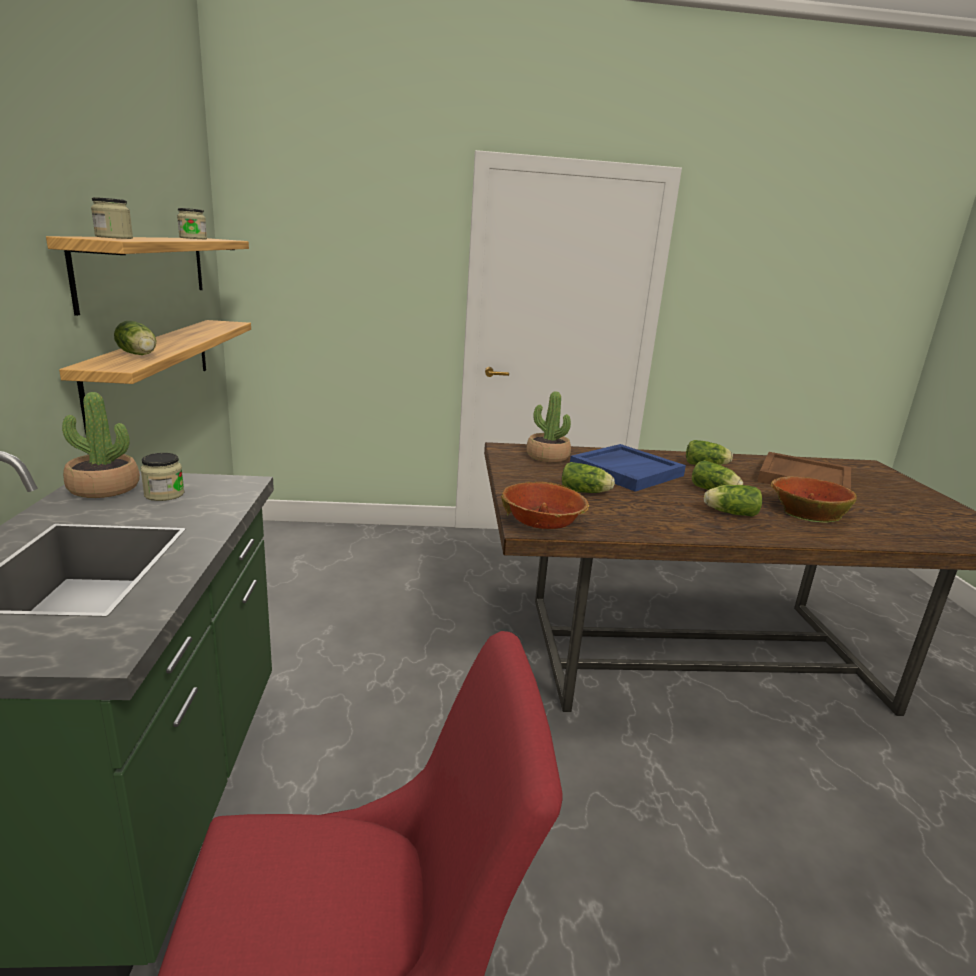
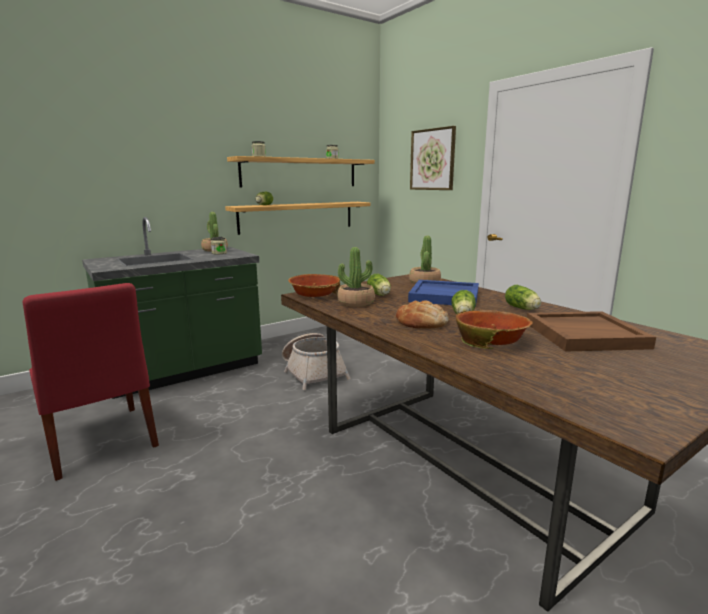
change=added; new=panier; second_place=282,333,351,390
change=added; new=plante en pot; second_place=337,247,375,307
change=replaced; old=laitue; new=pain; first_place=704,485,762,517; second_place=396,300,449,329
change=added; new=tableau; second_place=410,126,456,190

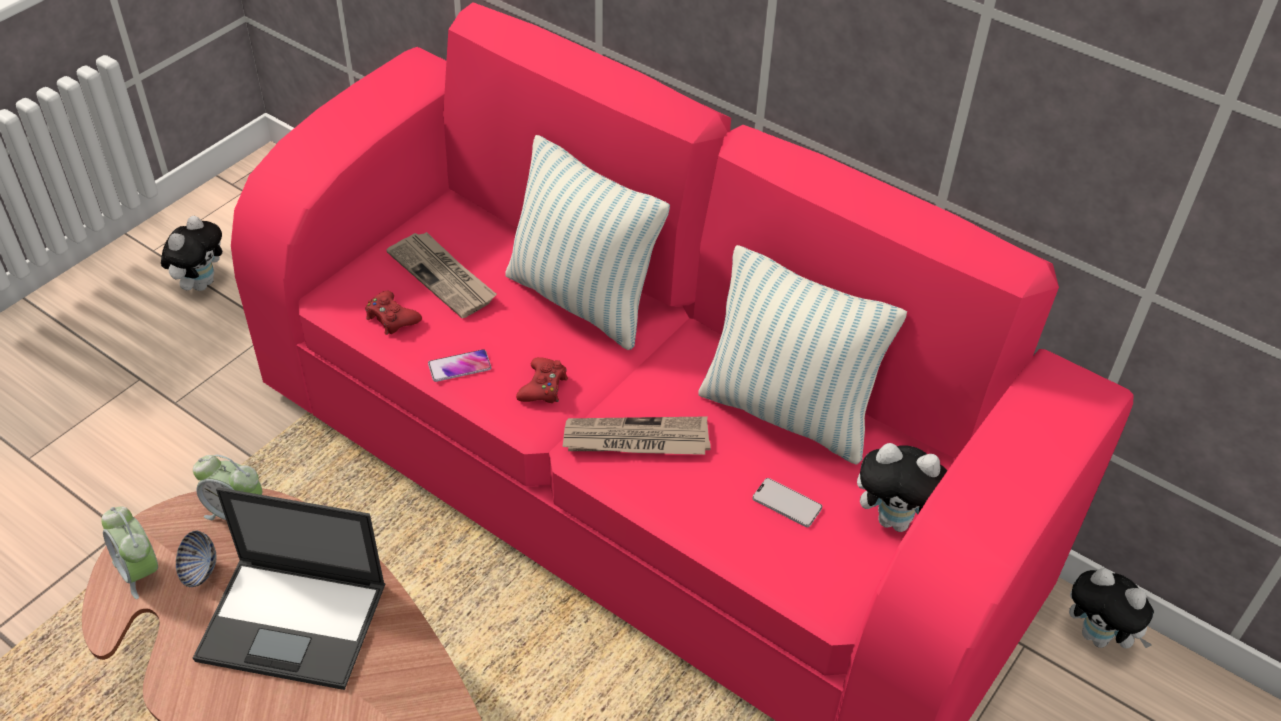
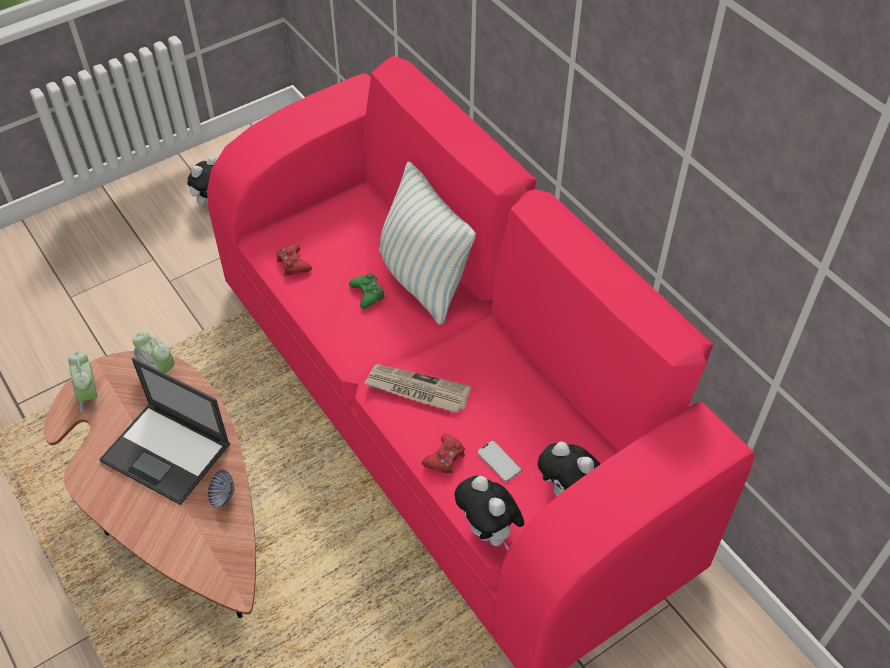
change=moved; old=bol; first_place=176,531,216,587; second_place=208,469,235,508
change=added; new=manette [vert]; second_place=349,273,385,309
change=moved; old=manette [rouge]; first_place=516,357,568,403; second_place=422,434,465,474
change=moved; old=peluche; first_place=1069,568,1154,649; second_place=455,476,525,550
change=removed; old=journal; first_place=386,232,497,318
change=removed; old=téléphone; first_place=428,349,491,382
change=removed; old=coussin; first_place=698,245,907,465

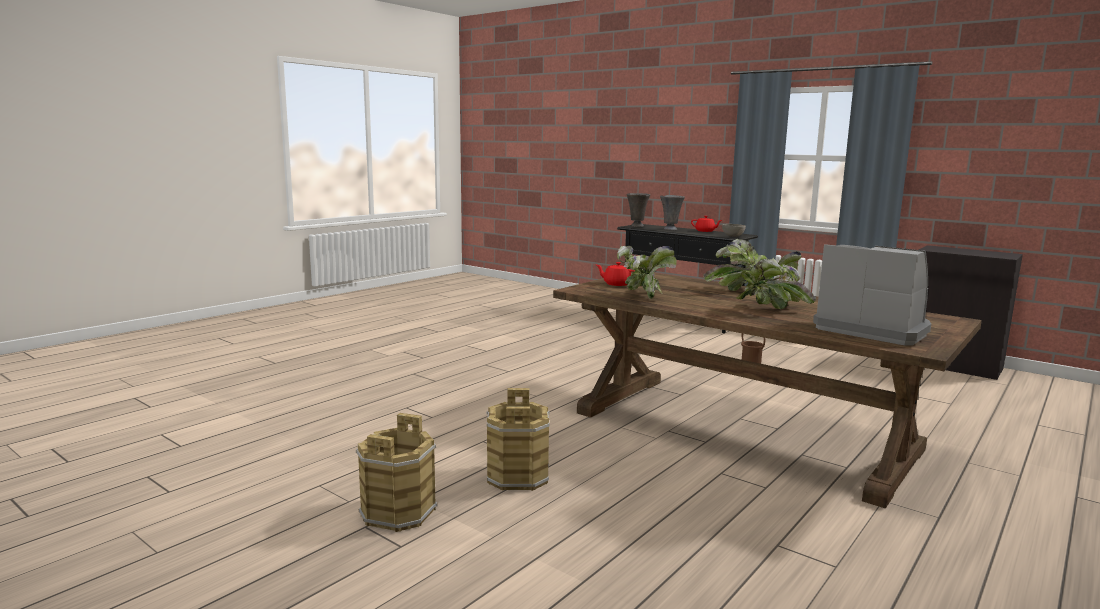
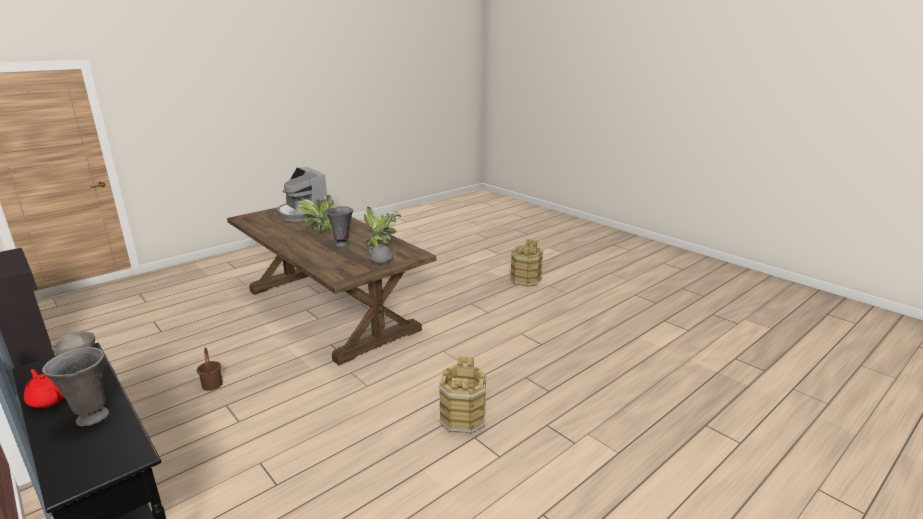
change=moved; old=vase [gris]; first_place=627,193,650,227; second_place=326,206,353,247
change=recoloured; old=théière [rouge]; new=théière [gris]; first_place=596,262,635,286; second_place=368,245,395,264
change=moved; old=seau [marron]; first_place=486,388,550,491; second_place=438,356,486,434
change=removed; old=plante en pot; first_place=703,239,767,291

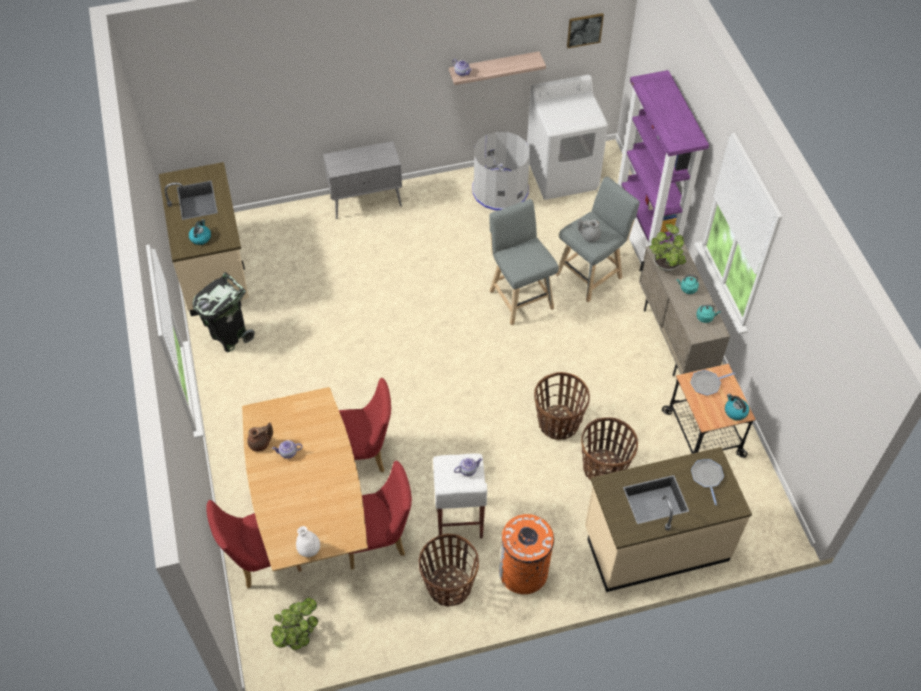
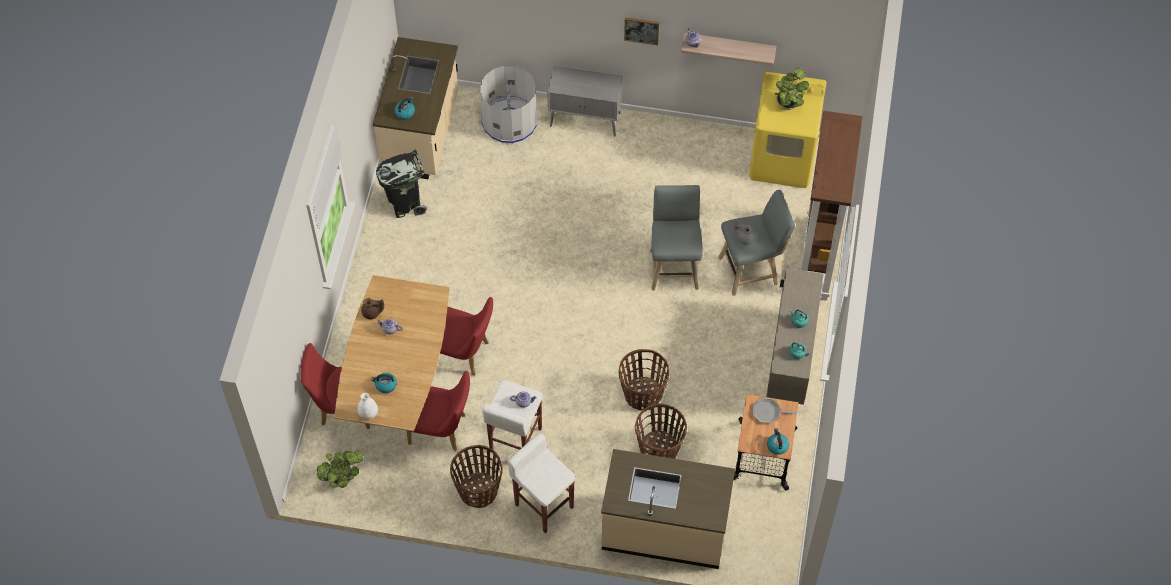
change=added; new=bouilloire; second_place=371,373,397,393
change=moved; old=poubelle [gris]; first_place=472,132,530,211; second_place=480,66,538,143
change=replaced; old=poubelle [orange]; new=tabouret [blanc]; first_place=499,514,554,594; second_place=507,433,576,533
change=moved; old=tableau; first_place=567,13,604,48; second_place=624,17,659,45
change=recoloured; old=lave-linge [blanc]; new=lave-linge [jaune]; first_place=527,75,608,200; second_place=749,72,827,188
change=moved; old=plante en pot; first_place=649,224,686,271; second_place=775,67,809,110
change=recoloured; old=bibliothèque [violet]; new=bibliothèque [marron]; first_place=618,70,709,264; second_place=800,111,863,301
change=removed; old=poêle; first_place=691,459,724,505

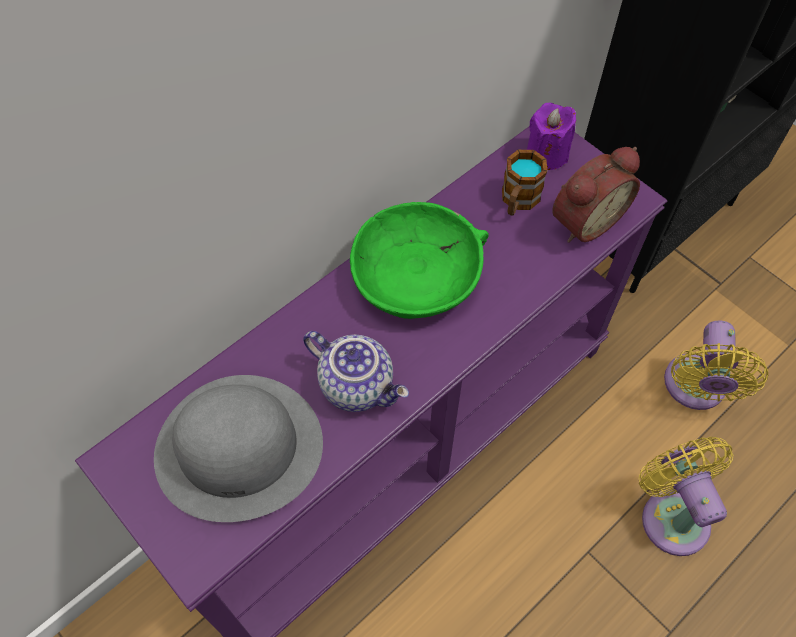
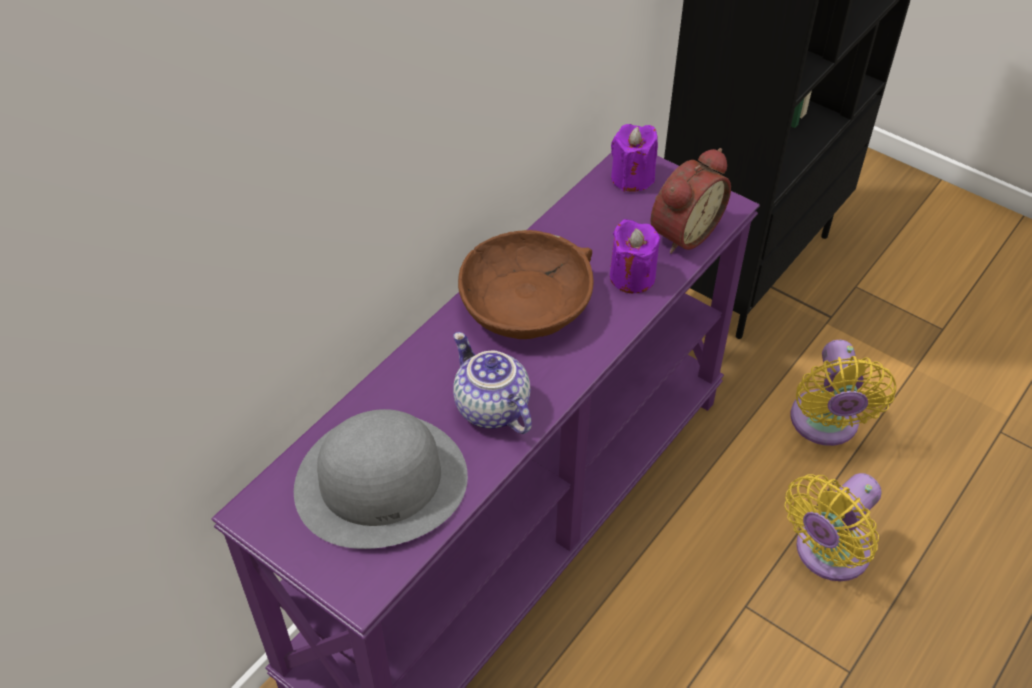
change=turned; old=théière; first_place=303,331,409,412; second_place=453,332,532,434; degrees=-150
change=recoloured; old=bol [vert]; new=bol [marron]; first_place=350,202,489,319; second_place=458,230,594,339
change=added; new=bougie [violet]; second_place=610,219,660,293
change=turned; old=ventilateur [jaune]; first_place=639,437,733,556; second_place=785,473,882,581; degrees=-105
change=removed; old=mug; first_place=502,150,547,216

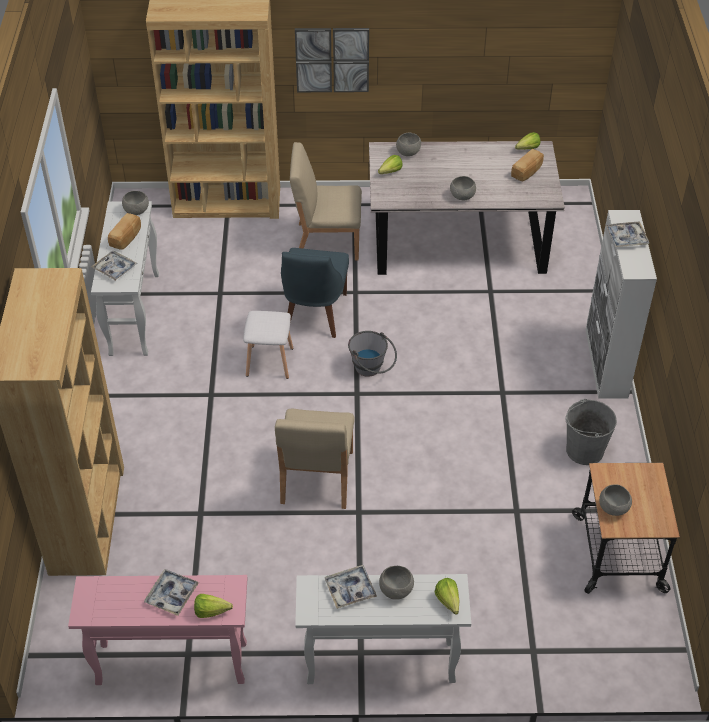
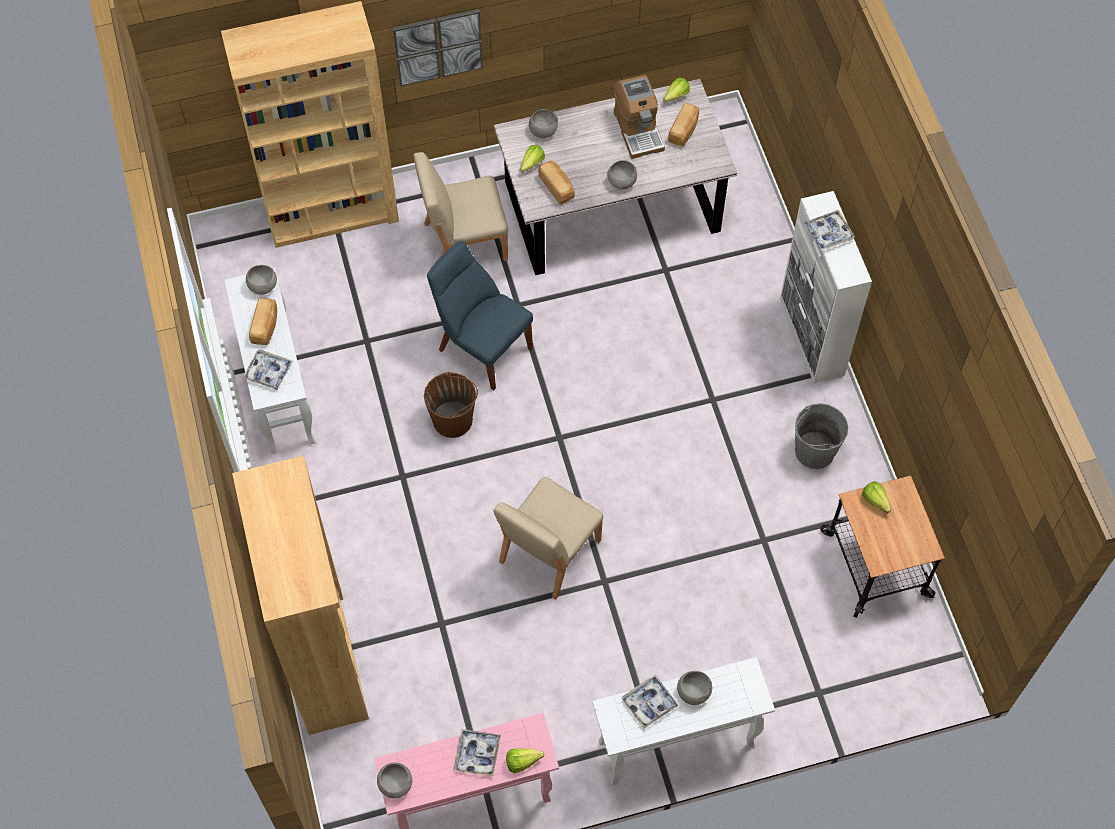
change=moved; old=bol [gris]; first_place=599,484,632,516; second_place=377,762,412,798
change=replaced; old=tabouret [blanc]; new=seau [marron]; first_place=243,311,293,379; second_place=424,372,478,438
change=turned; old=chaise [bleu]; first_place=281,248,349,338; second_place=427,241,533,390; degrees=135
change=turned; old=chaise [beige]; first_place=275,409,355,509; second_place=493,477,604,600; degrees=45
change=added; new=pain; second_place=538,160,575,205
change=added; new=machine à café; second_place=614,75,665,159
change=moved; old=laitue; first_place=435,578,460,615; second_place=862,481,891,514
change=removed; old=seau [gris]; first_place=348,331,397,377

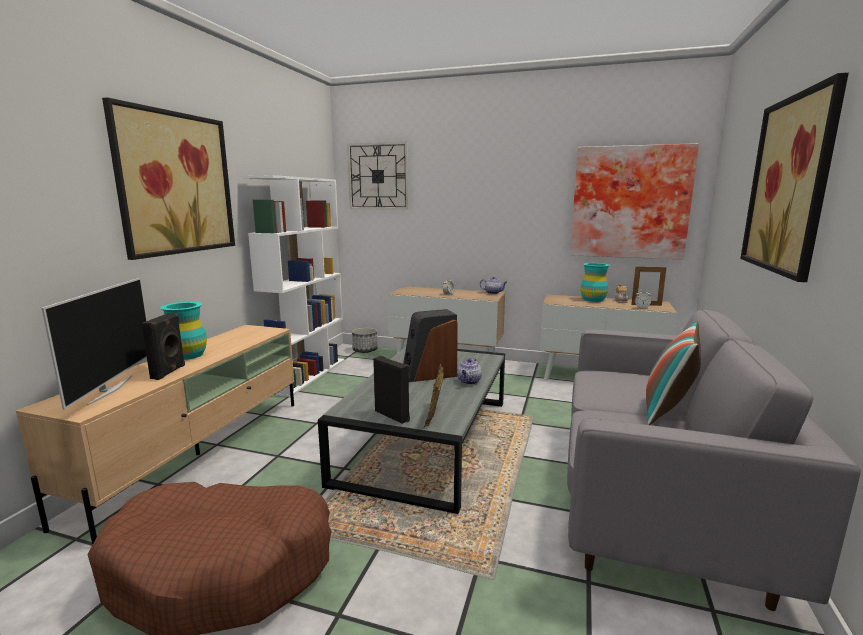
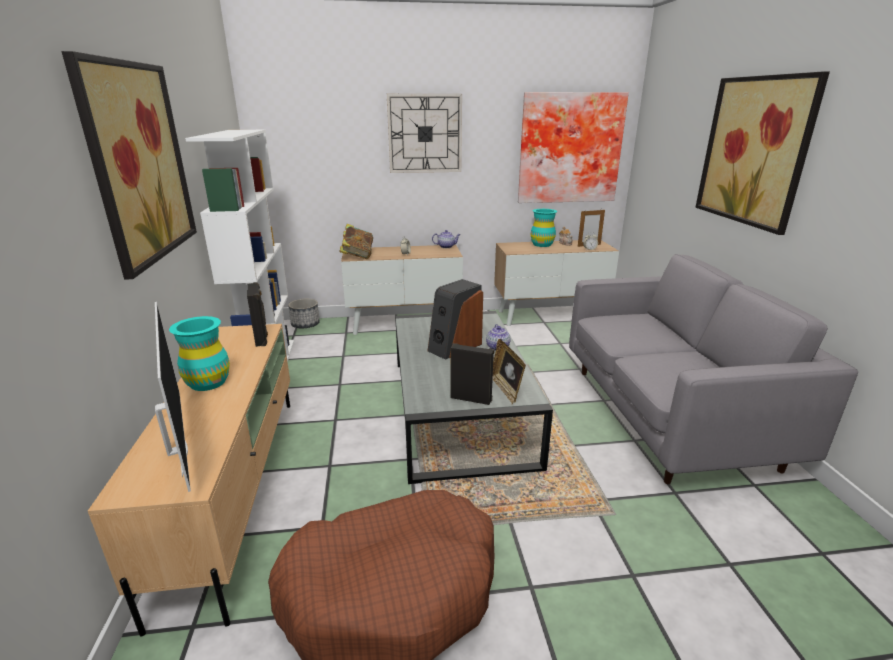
change=moved; old=enceinte [noir]; first_place=141,313,185,380; second_place=247,282,268,347
change=added; new=livre; second_place=339,224,373,259
change=moved; old=horloge murale; first_place=347,142,409,210; second_place=387,94,462,173
change=removed; old=coussin; first_place=646,321,701,425

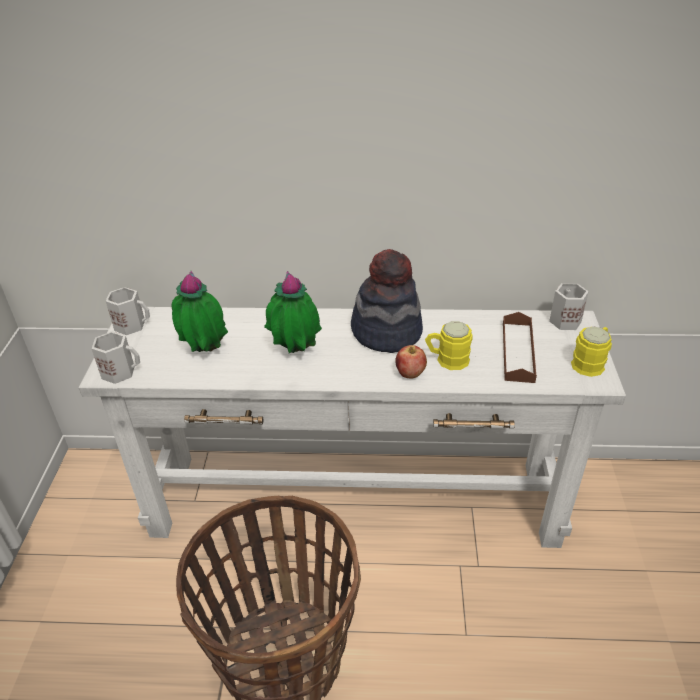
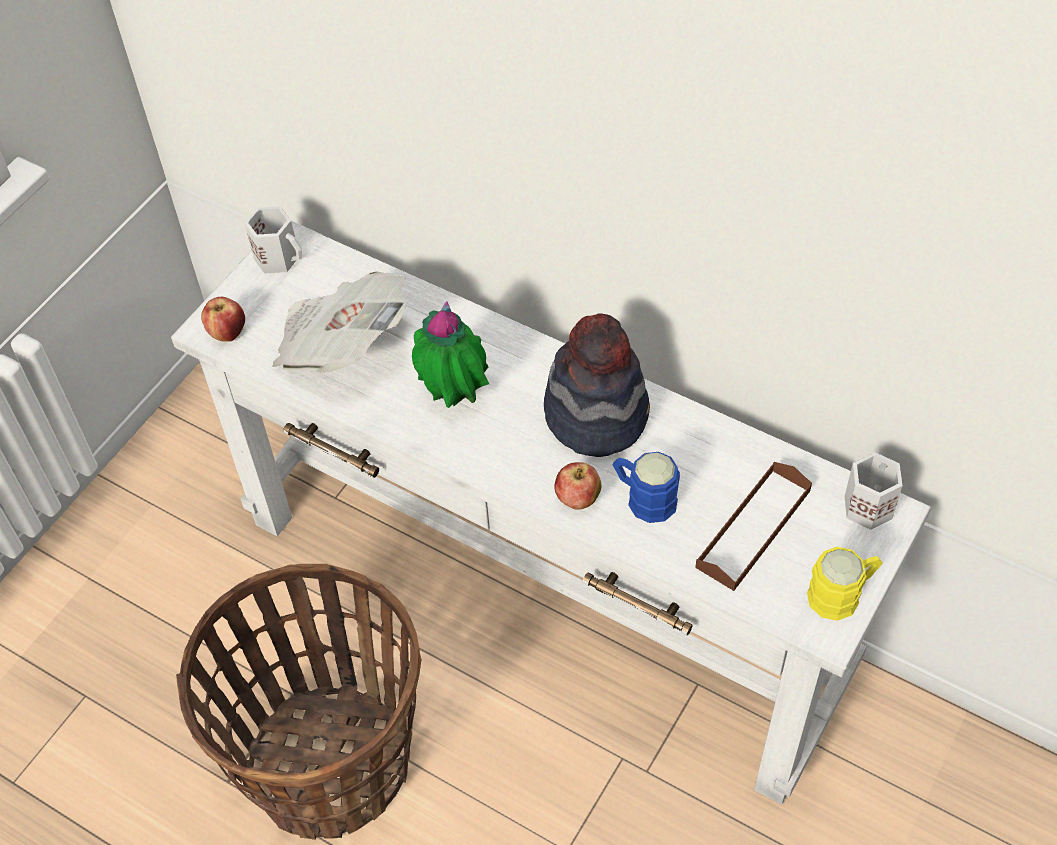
change=replaced; old=mug [blanc]; new=pomme; first_place=92,331,140,384; second_place=201,297,245,342
change=replaced; old=plante en pot; new=journal; first_place=172,271,228,352; second_place=272,271,406,373
change=recoloured; old=mug [jaune]; new=mug [bleu]; first_place=425,321,473,370; second_place=612,452,680,523

